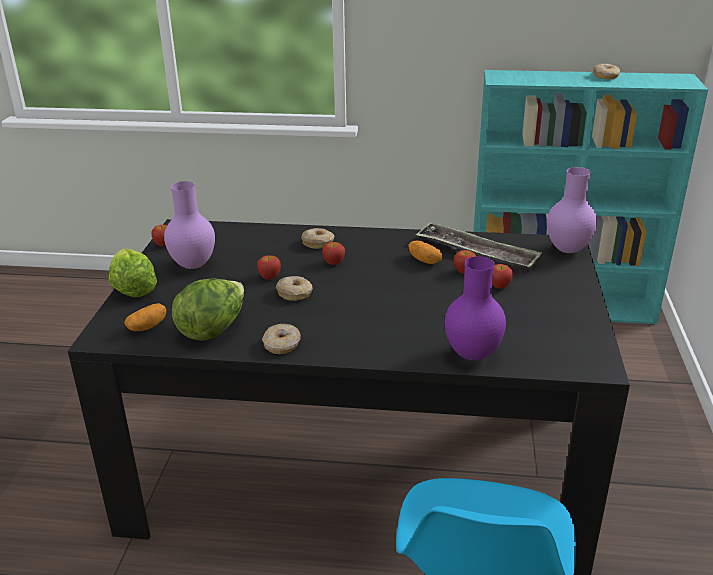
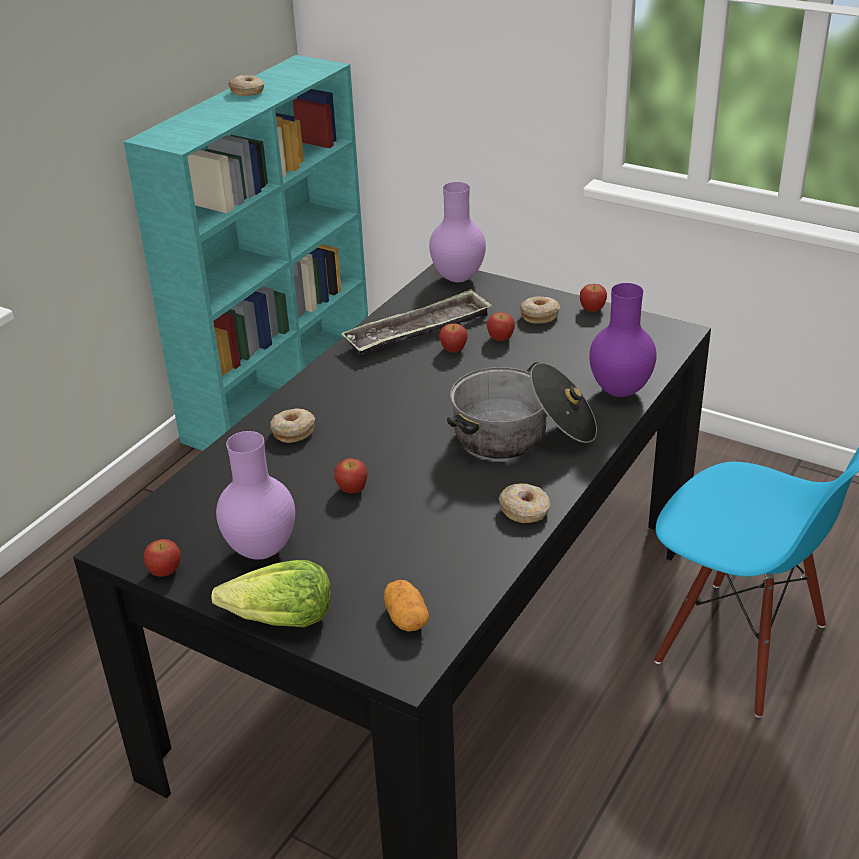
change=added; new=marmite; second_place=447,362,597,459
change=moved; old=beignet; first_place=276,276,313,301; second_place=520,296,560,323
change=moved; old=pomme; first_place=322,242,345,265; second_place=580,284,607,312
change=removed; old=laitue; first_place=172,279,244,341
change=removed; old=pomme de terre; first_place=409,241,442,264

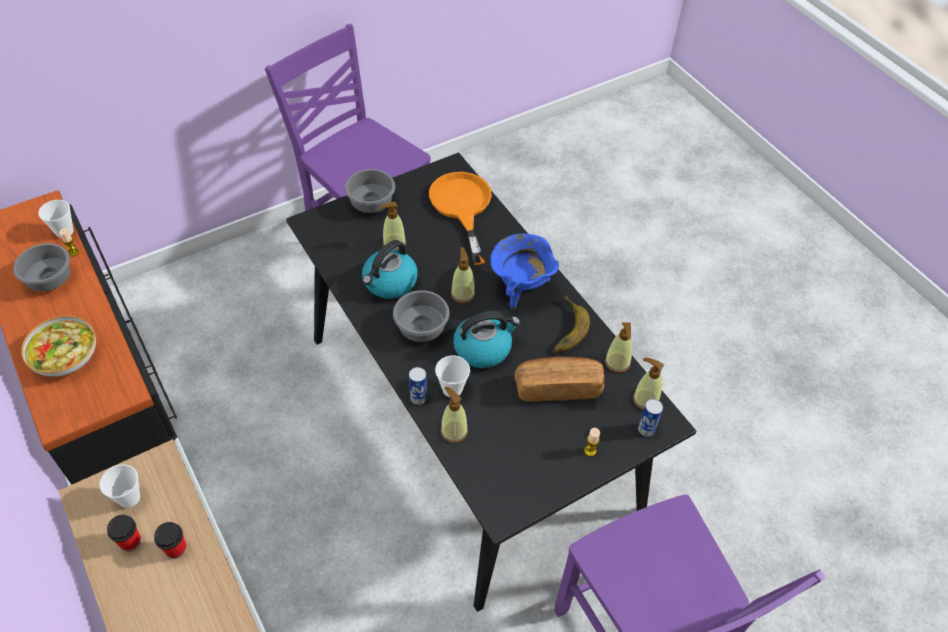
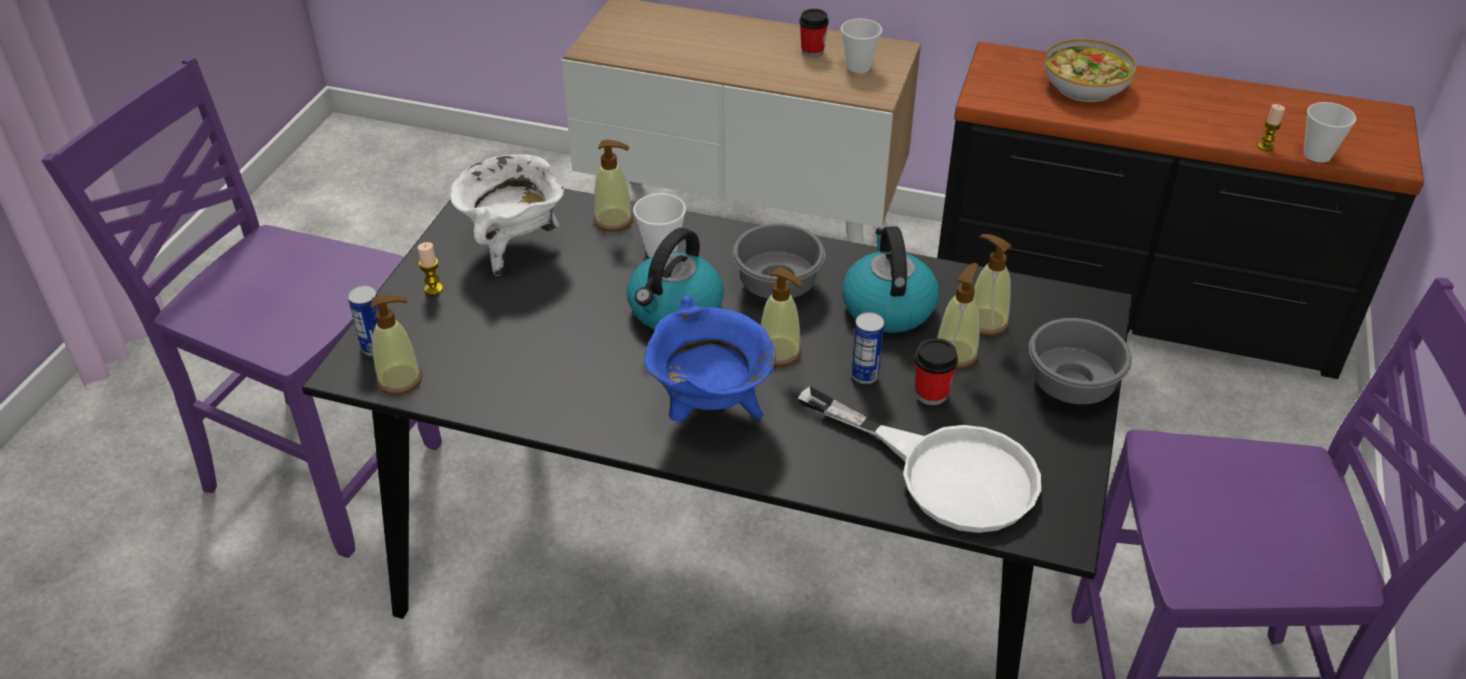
change=added; new=marmite [blanc]; second_place=451,154,564,276
change=recoloured; old=poêle [orange]; new=poêle [blanc]; first_place=429,172,492,265; second_place=798,386,1041,533
change=moved; old=boîte métallique; first_place=409,367,427,405; second_place=851,312,884,384
change=moved; old=tasse; first_place=154,522,187,559; second_place=915,338,958,405
change=moved; old=distributeur de savon; first_place=605,322,632,373; second_place=974,234,1012,336
change=removed; old=bol [gris]; first_place=13,243,71,291
change=removed; old=pain; first_place=514,357,604,402
change=removed; old=banane; first_place=552,296,590,354

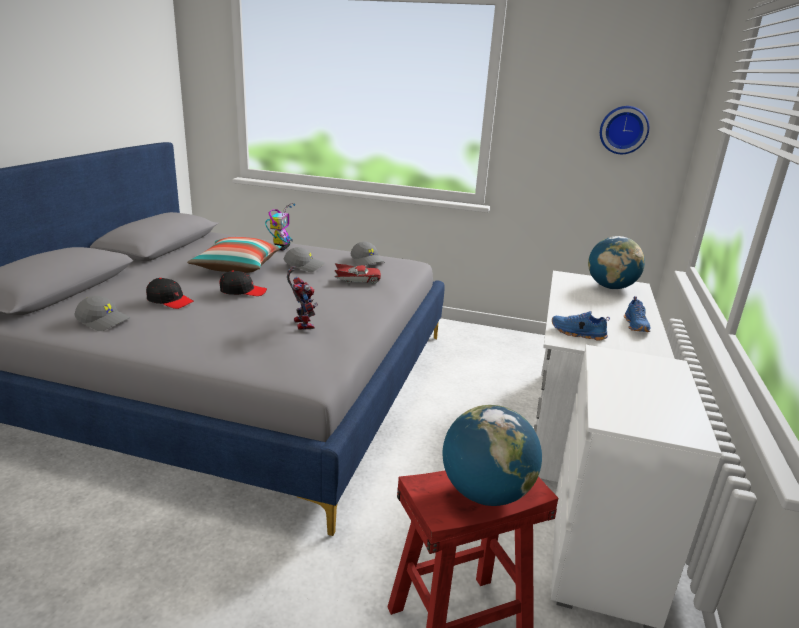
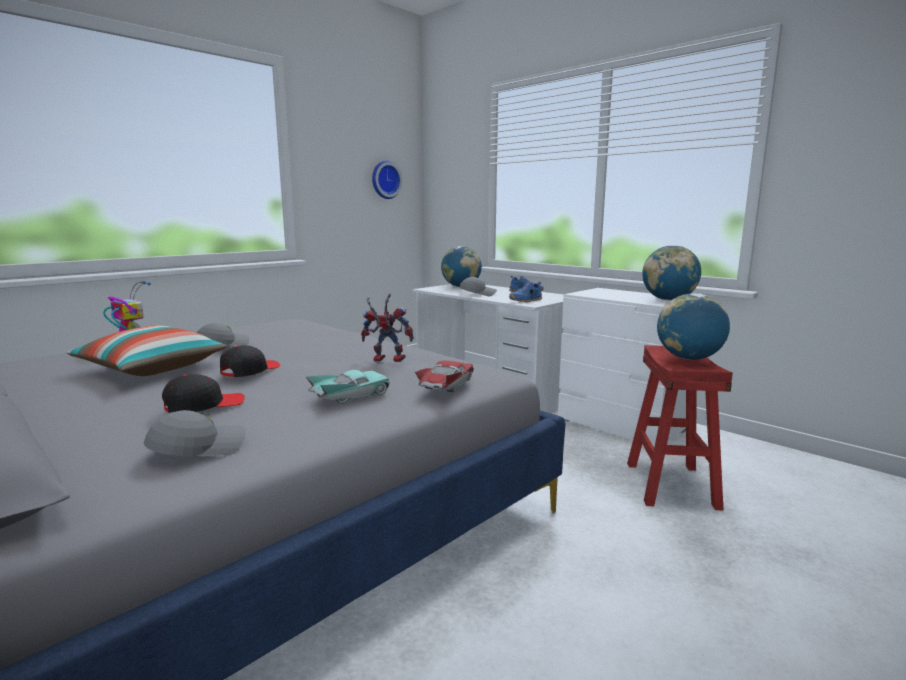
change=added; new=petite voiture [turquoise]; second_place=305,370,390,404
change=moved; old=petite voiture [rouge]; first_place=334,263,381,284; second_place=415,361,474,392
change=moved; old=casquette [gris]; first_place=350,242,385,266; second_place=459,277,497,296
change=added; new=globe; second_place=642,245,701,301

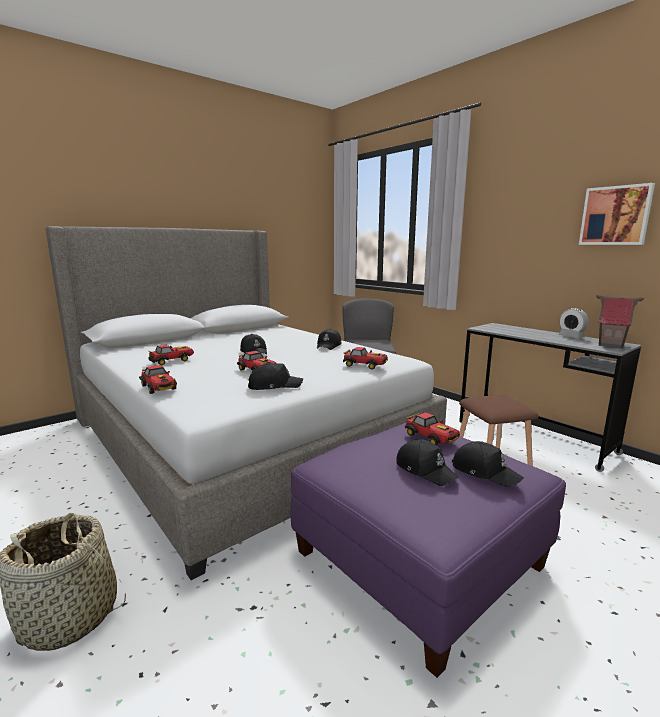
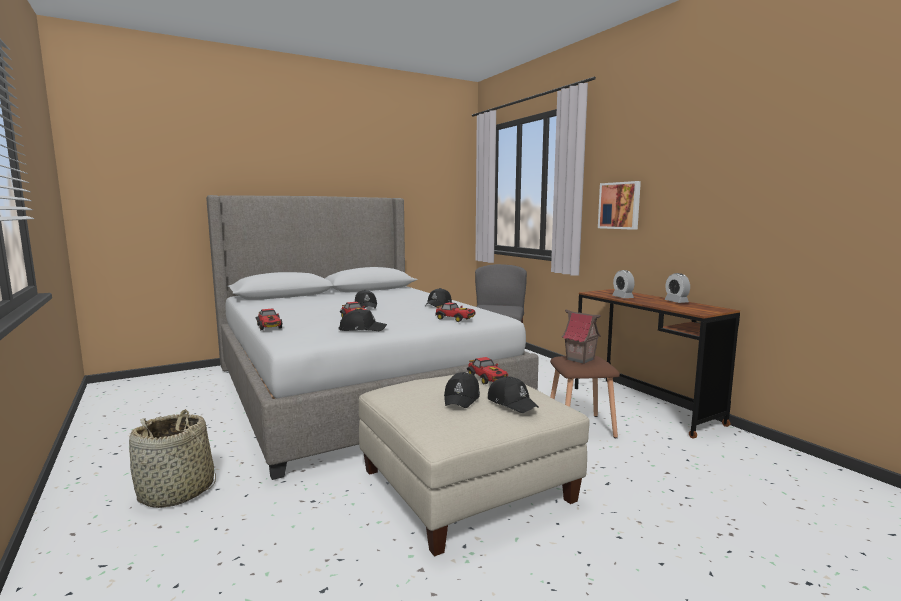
change=recoloured; old=pouf [violet]; new=pouf [beige]; first_place=290,423,566,678; second_place=359,372,590,557
change=turned; old=casquette [noir]; first_place=396,439,459,486; second_place=444,372,480,408; degrees=45
change=moved; old=maison miniature; first_place=596,295,644,348; second_place=562,309,601,364
change=recoloured; old=bureau [gris]; new=bureau [marron]; first_place=459,323,641,472; second_place=575,289,740,439
change=moved; old=tableau; first_place=579,183,655,245; second_place=598,181,641,230
change=added; new=réveil; second_place=612,270,635,298
change=removed; old=petite voiture; first_place=148,345,194,366

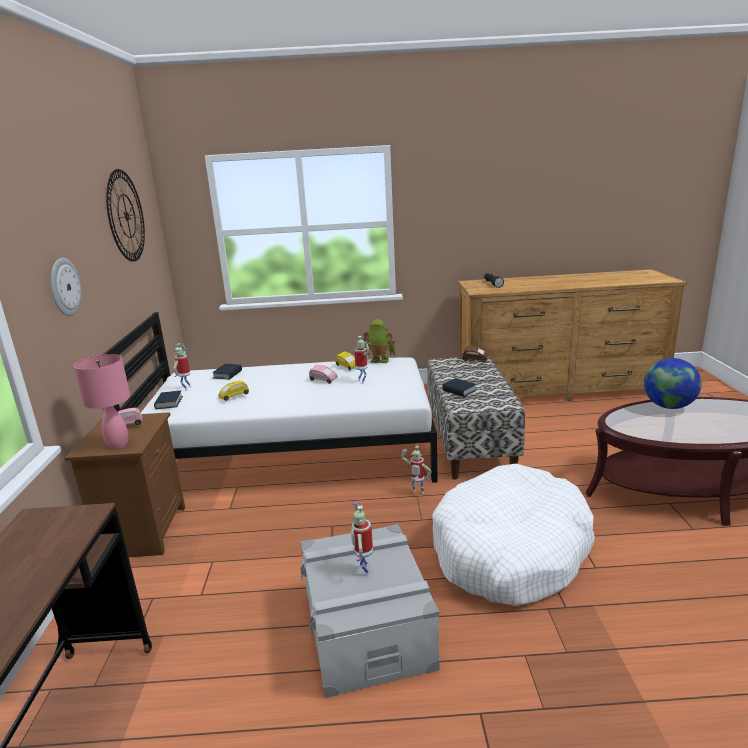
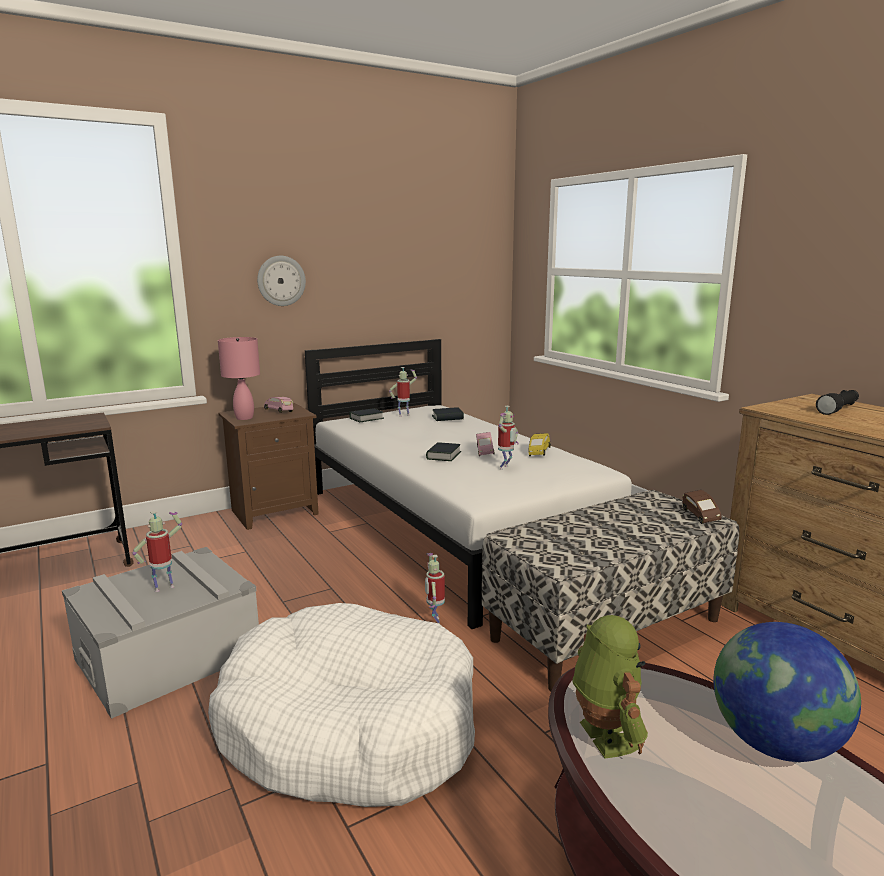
change=moved; old=livre; first_place=442,378,476,397; second_place=426,442,461,461
change=moved; old=robot jouet; first_place=361,319,396,363; second_place=572,615,648,759
change=removed; old=horloge murale; first_place=106,169,145,262
change=removed; old=petite voiture [jaune]; first_place=218,381,249,401

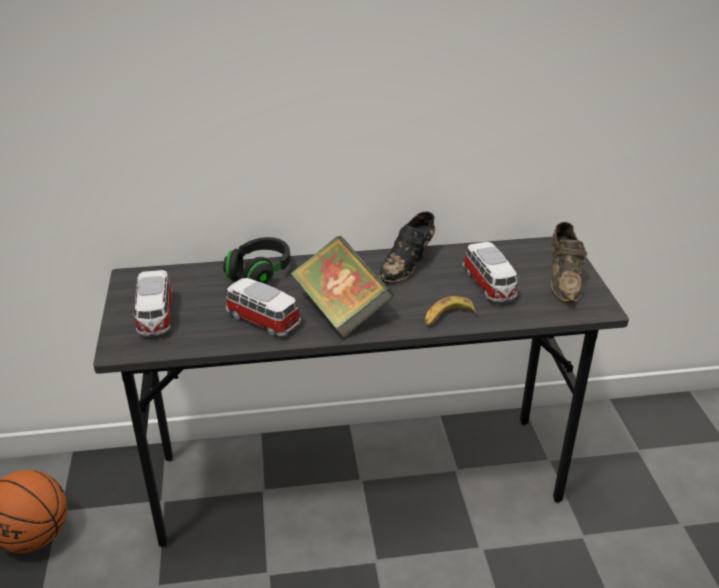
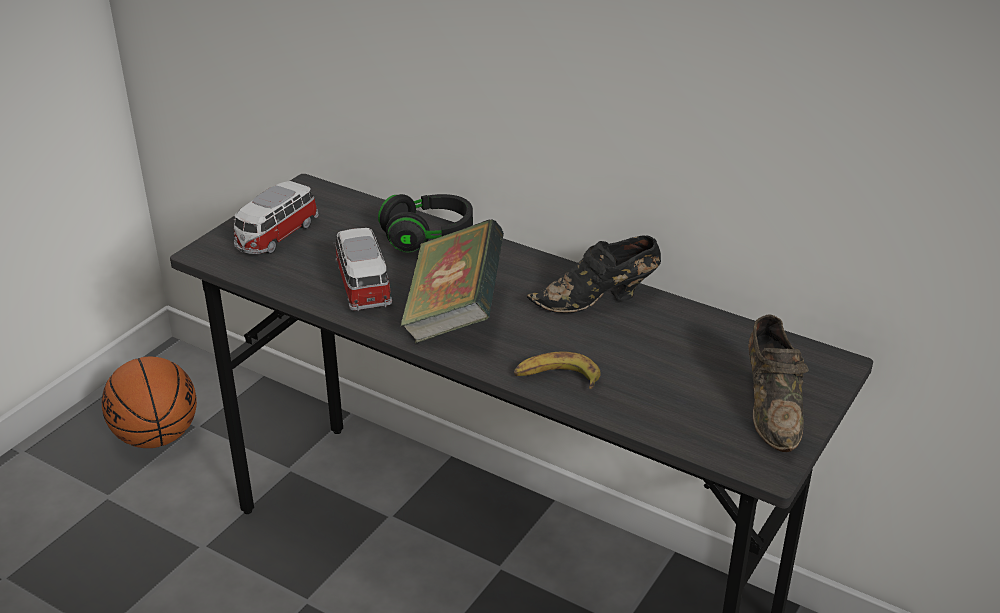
change=turned; old=chaussure [marron]; first_place=551,222,588,303; second_place=748,314,809,452; degrees=-45
change=removed; old=petite voiture; first_place=463,242,519,302

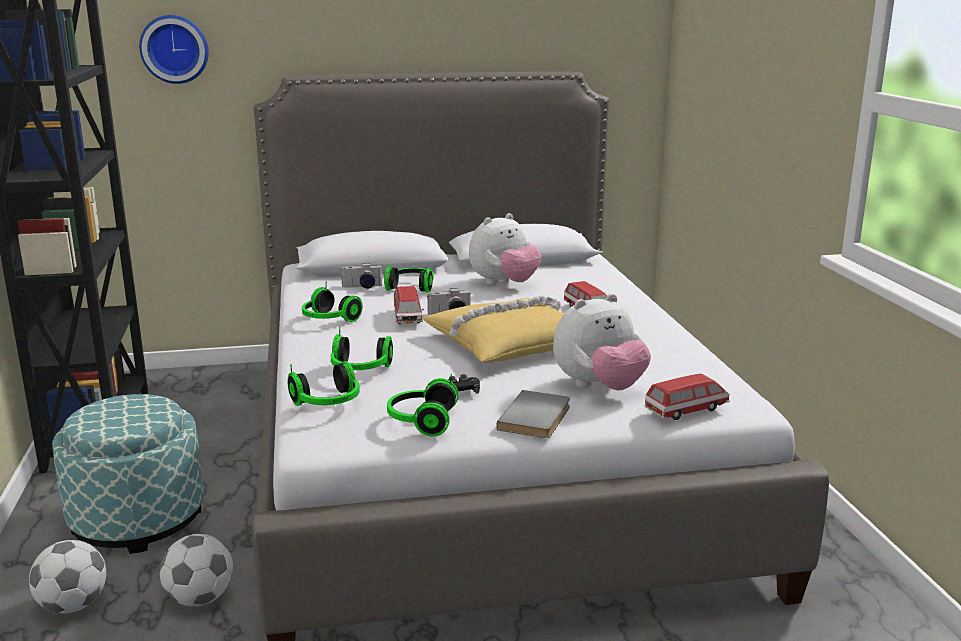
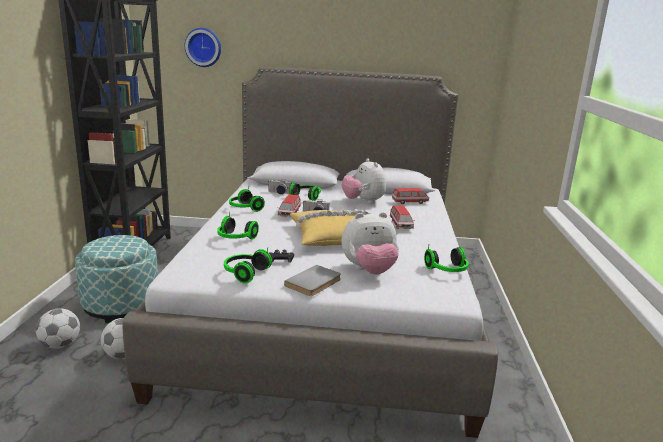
change=turned; old=peluche; first_place=469,213,541,285; second_place=342,159,386,204; degrees=90
change=moved; old=petite voiture; first_place=644,374,730,420; second_place=392,188,429,204
change=moved; old=casque audio; first_place=287,361,360,406; second_place=424,244,469,272

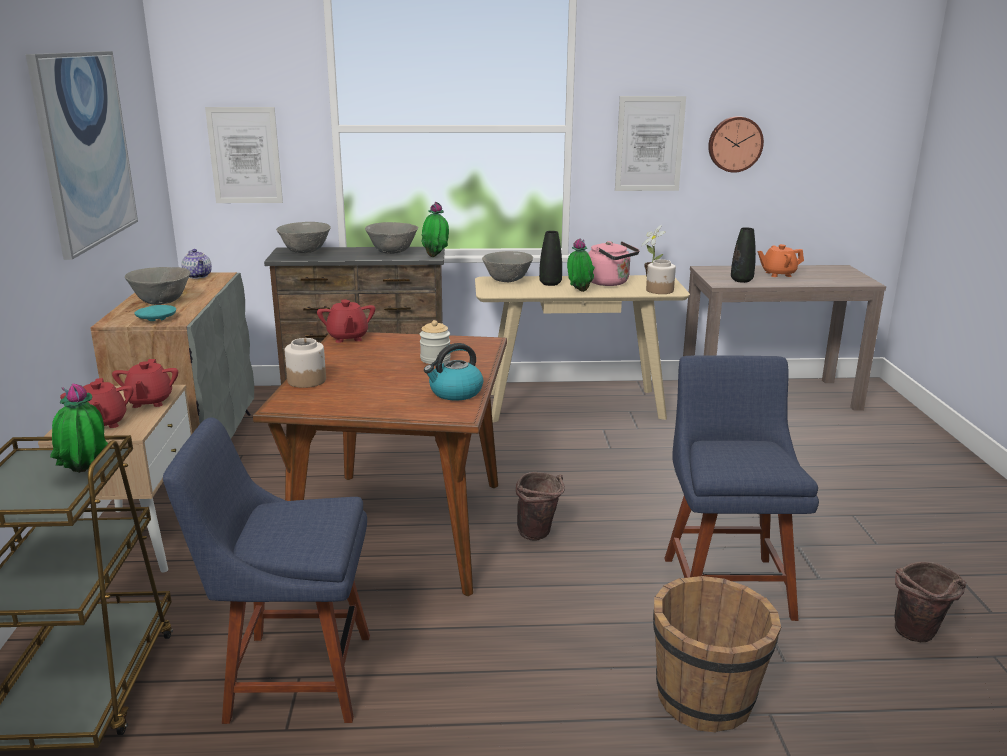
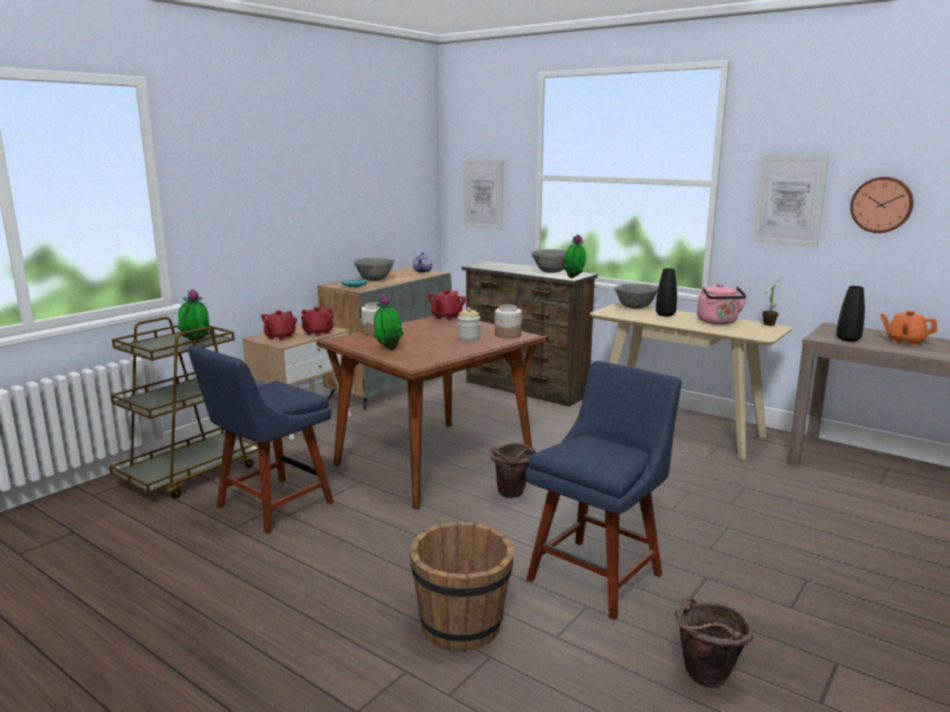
change=turned; old=chaise [bleu]; first_place=163,418,370,724; second_place=188,345,334,534; degrees=-90
change=moved; old=plante en pot; first_place=567,239,595,292; second_place=373,294,404,350
change=moved; old=bocal; first_place=646,259,676,294; second_place=495,305,522,338
change=removed; old=tableau; first_place=26,51,138,260
change=removed; old=bol [gris]; first_place=276,222,331,253
change=removed; old=bouilloire; first_place=424,343,483,401

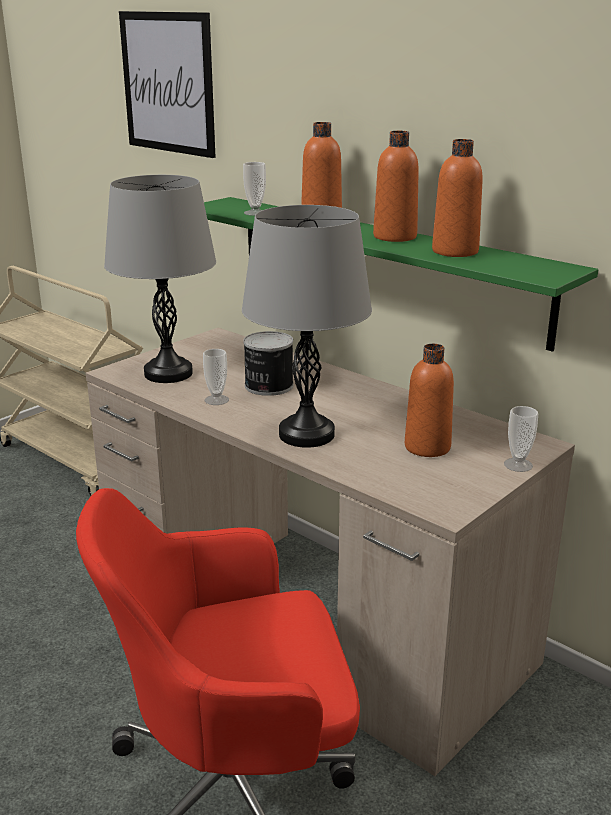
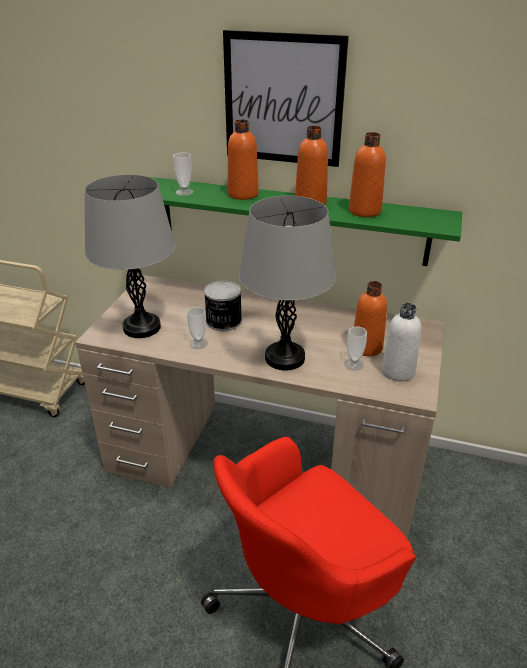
change=moved; old=tableau; first_place=119,11,216,158; second_place=223,30,349,167
change=moved; old=tasse; first_place=504,406,538,472; second_place=344,326,367,371
change=added; new=bouteille [blanc]; second_place=382,303,421,382

